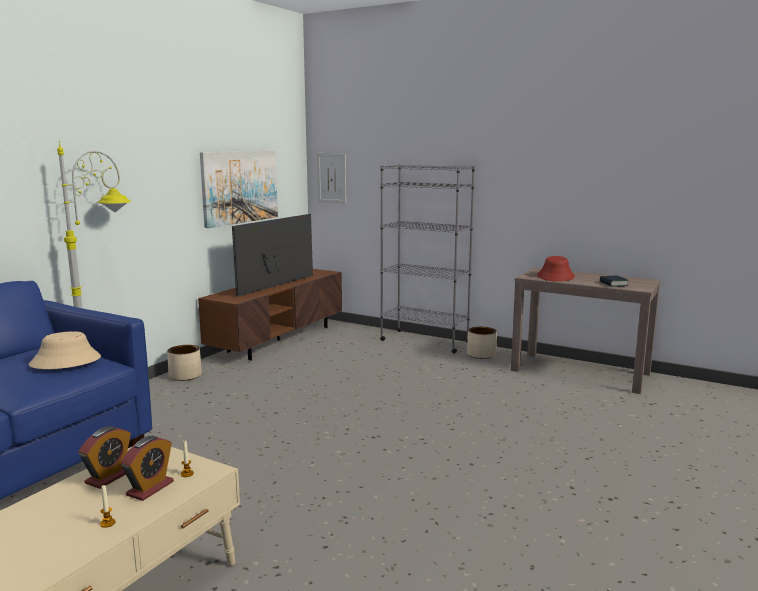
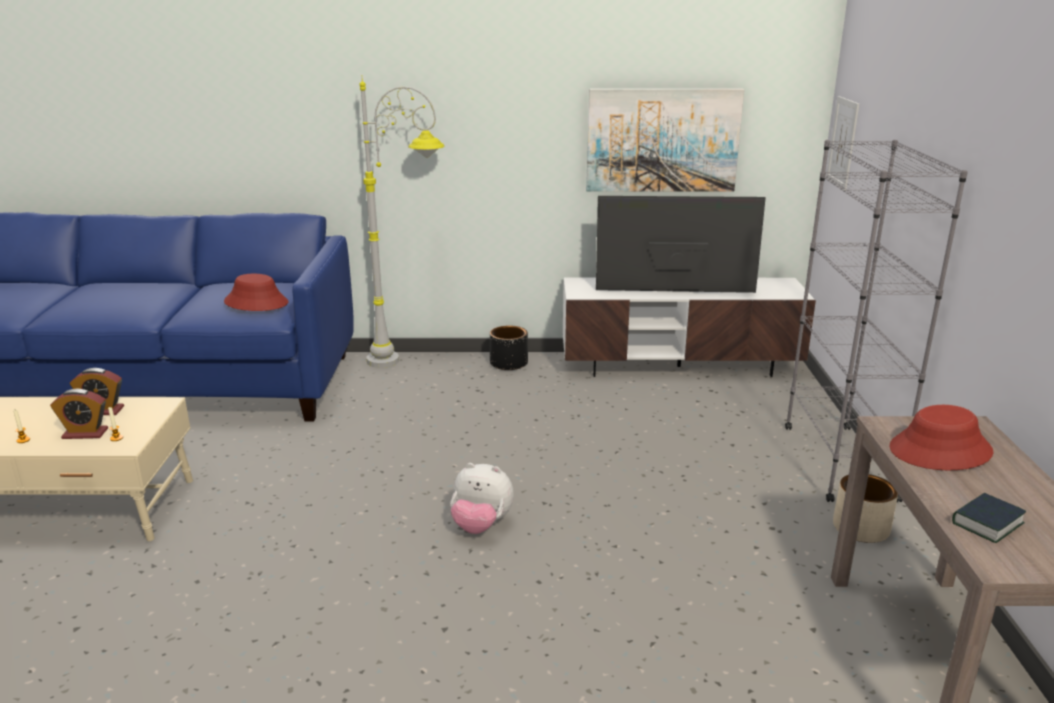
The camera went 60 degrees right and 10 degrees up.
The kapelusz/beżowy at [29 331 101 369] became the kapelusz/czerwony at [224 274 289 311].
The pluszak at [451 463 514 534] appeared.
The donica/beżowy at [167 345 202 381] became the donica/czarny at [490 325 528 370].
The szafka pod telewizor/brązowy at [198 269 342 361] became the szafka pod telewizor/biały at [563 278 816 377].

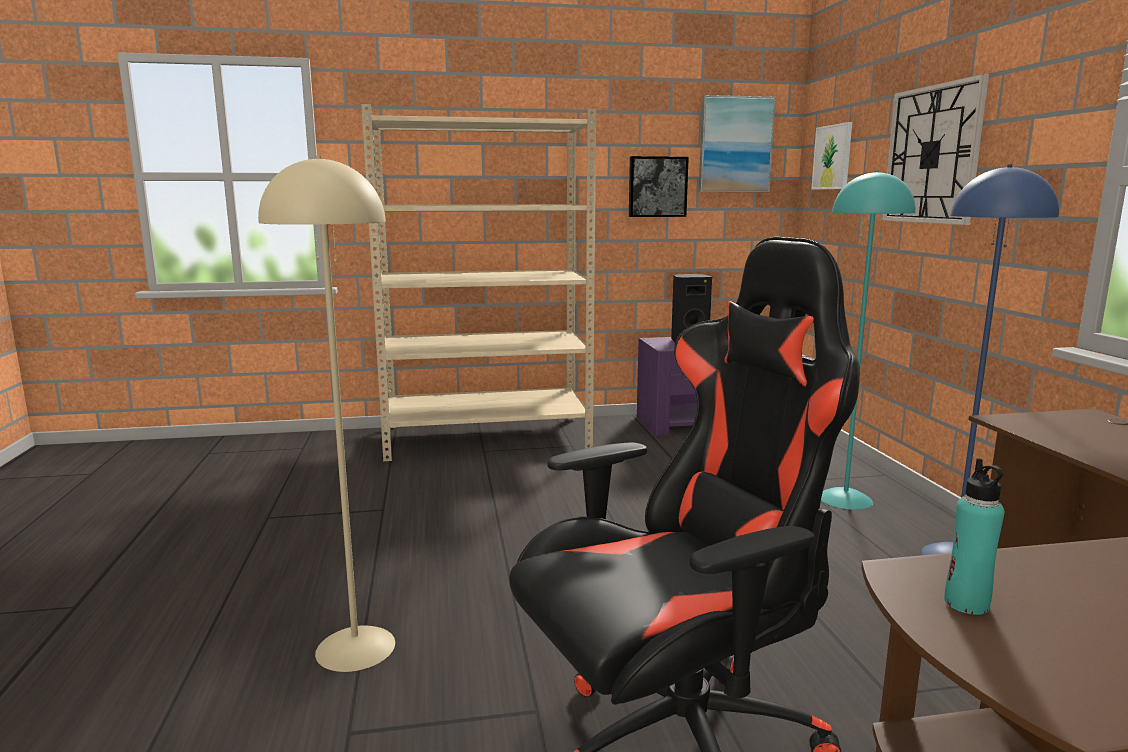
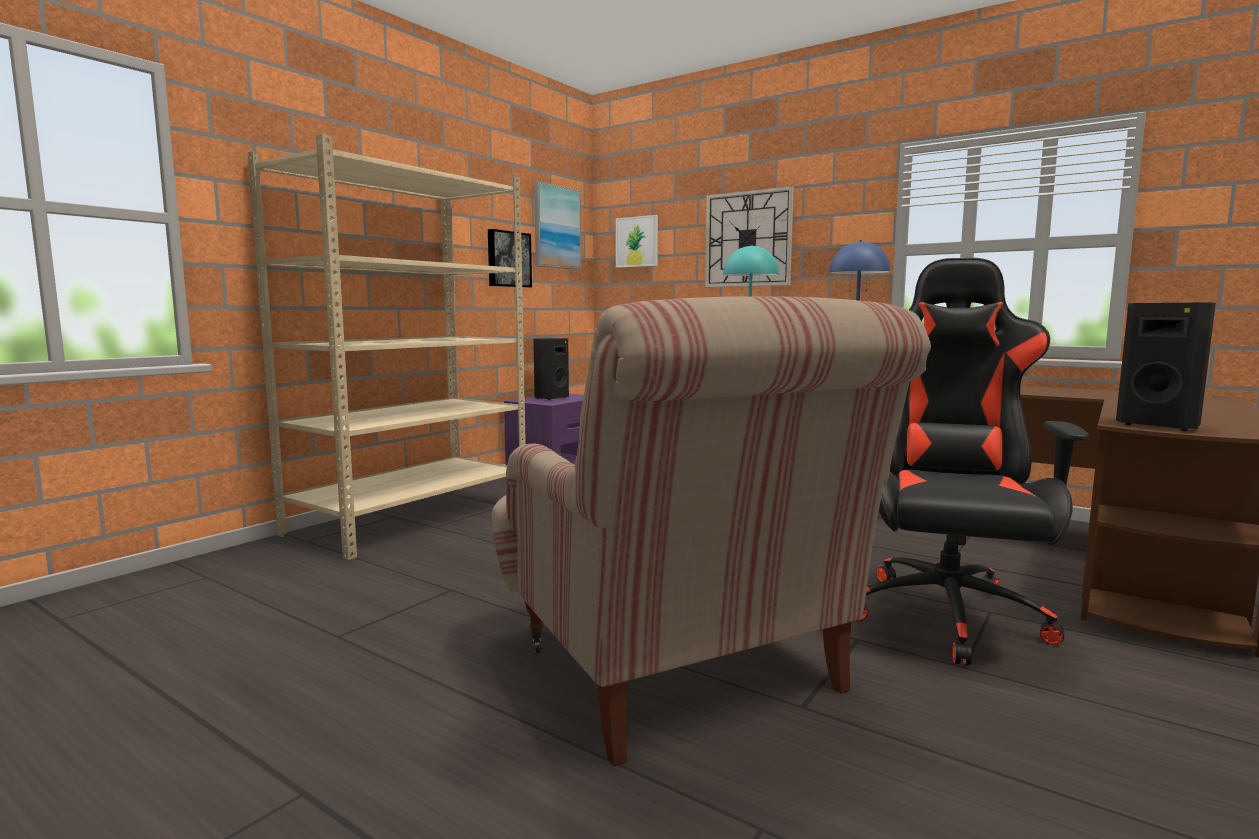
The camera went 45 degrees left and 5 degrees down.
The lampa stojąca/beżowy at [258 155 395 672] was replaced by the fotel/beżowy at [492 296 931 766].
The butelka/turkusowy at [944 458 1004 615] was replaced by the głośnik/czarny at [1116 303 1216 431].

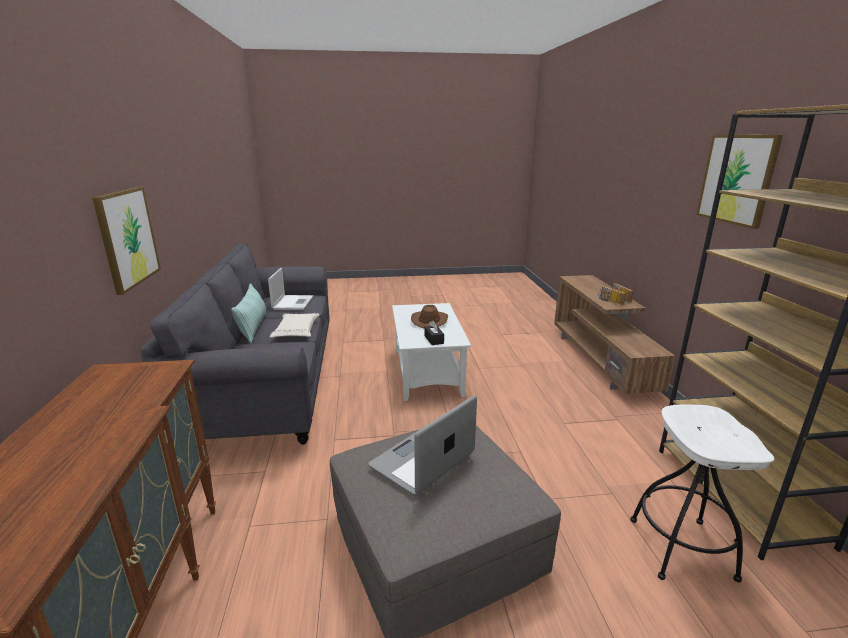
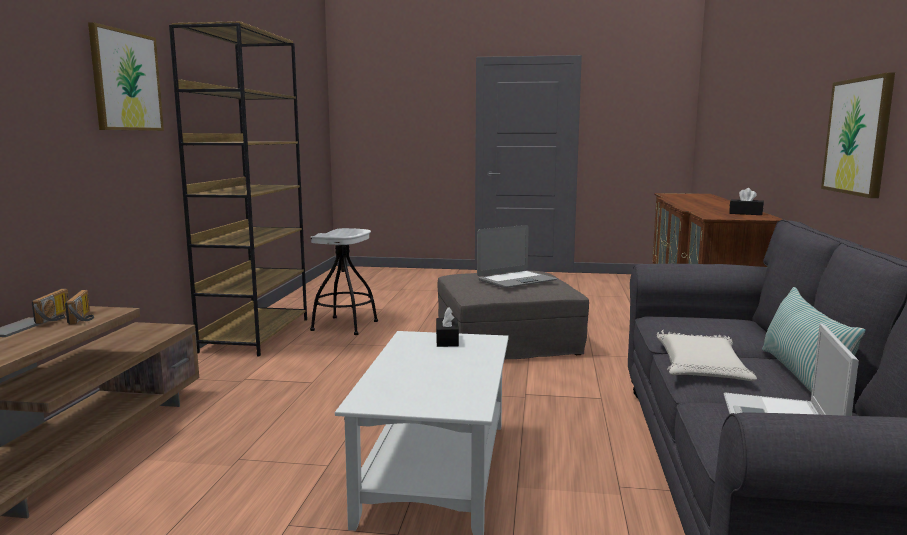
The camera went 165 degrees left and 10 degrees down.
The pudełko chusteczek/czarny at [729 188 764 215] appeared.
The kapelusz/brązowy at [411 305 448 329] disappeared.

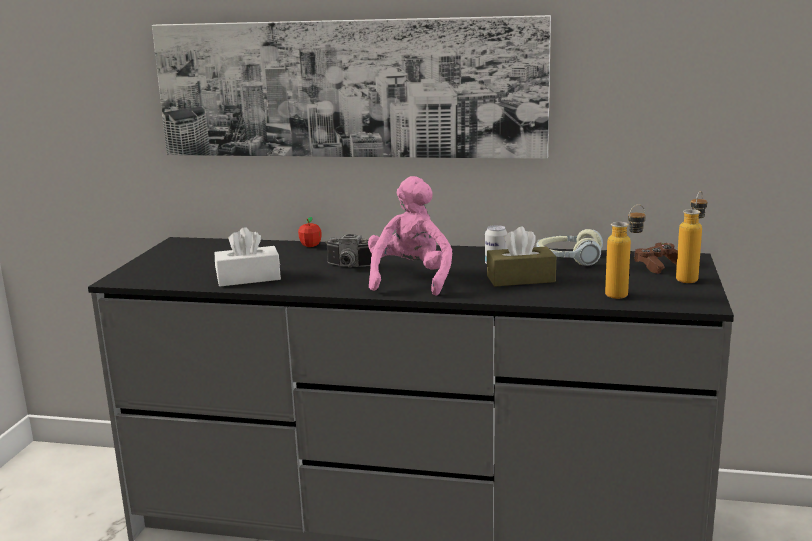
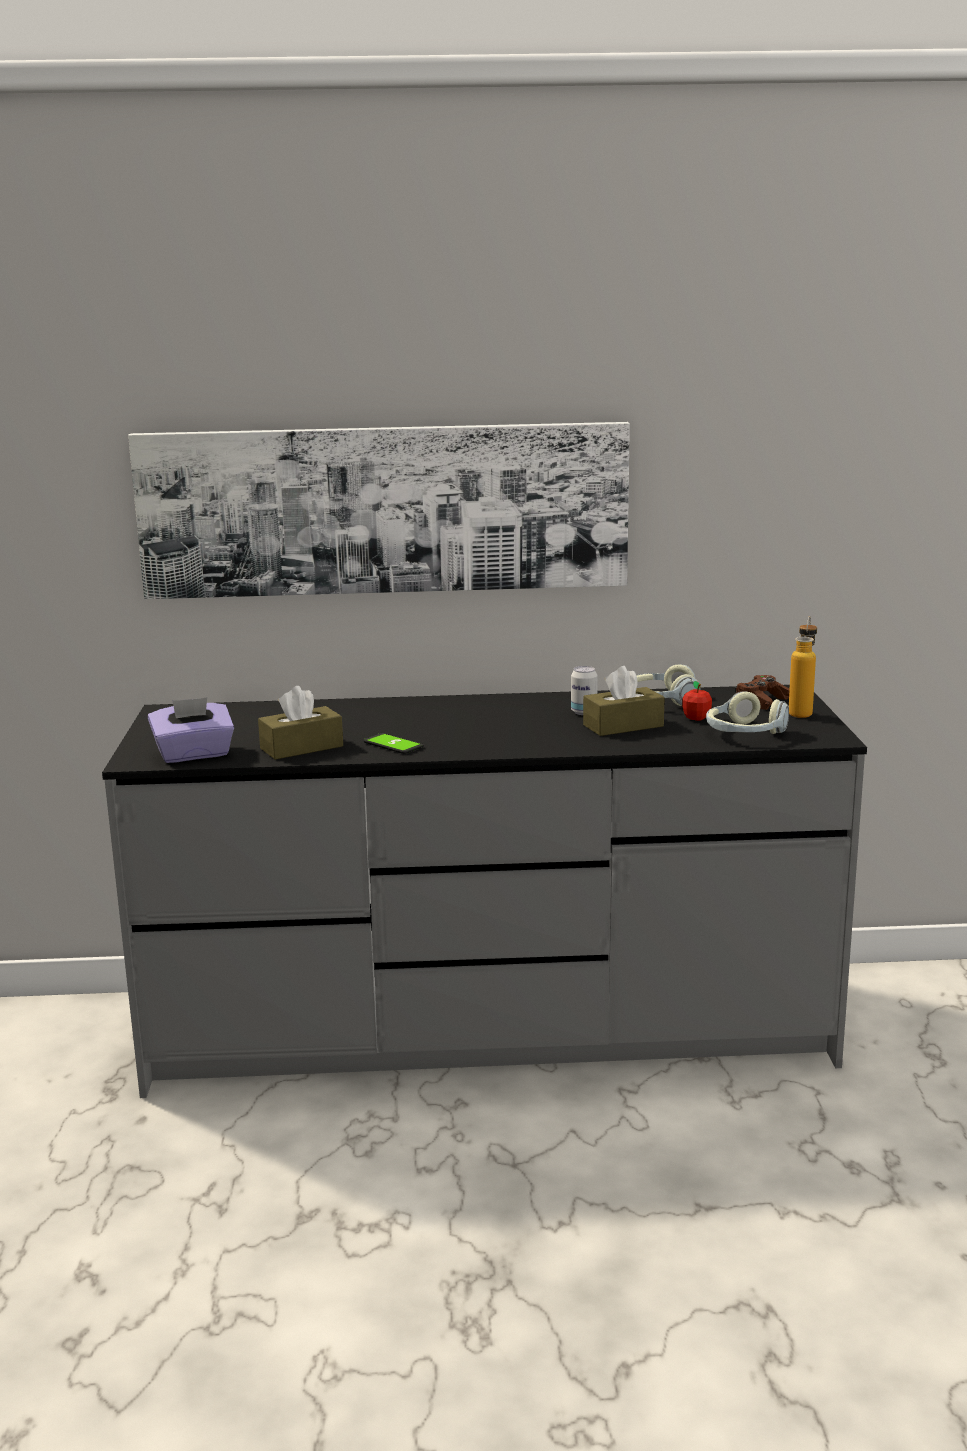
The camera went 15 degrees left and 0 degrees up.
The pudełko chusteczek/fioletowy at [148 697 234 763] appeared.
The pudełko chusteczek/biały at [215 227 281 287] became the pudełko chusteczek/brązowy at [258 686 343 760].
The telefon at [363 733 424 754] appeared.
The jabłko moved from [298 217 322 247] to [682 681 712 721].
The butelka at [605 204 645 299] was replaced by the słuchawki at [706 691 789 734].
The aparat fotograficzny at [325 234 372 268] disappeared.
The pluszak/różowy at [368 176 452 296] disappeared.

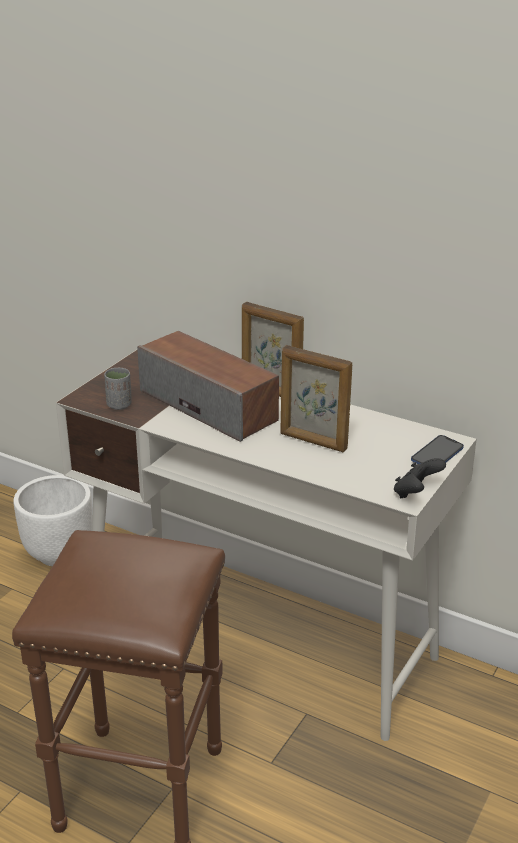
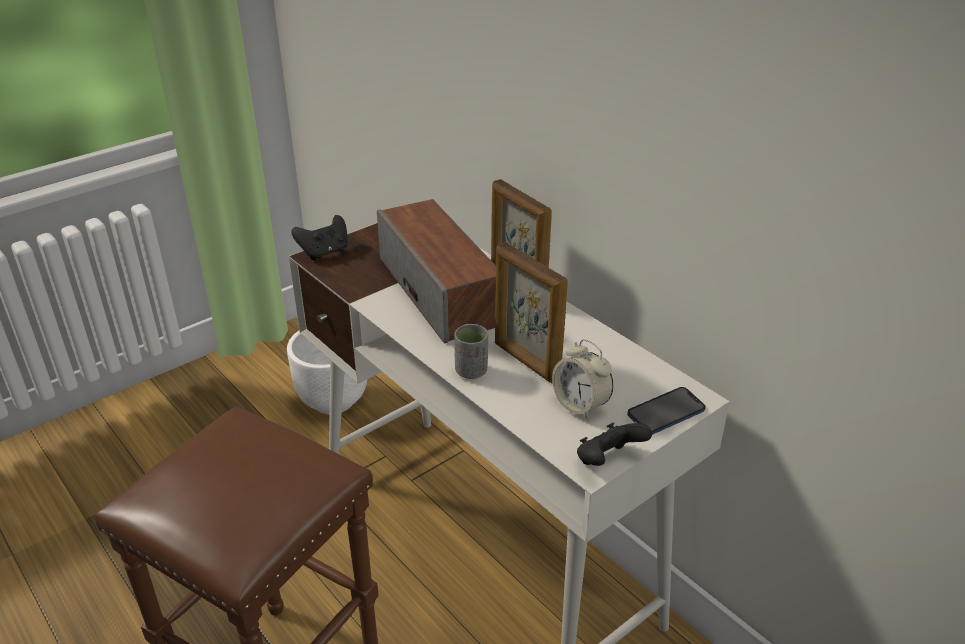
The camera went 20 degrees right and 5 degrees up.
The pad do gier/czarny at [291 215 348 260] appeared.
The filiżanka/szary moved from [104 368 132 410] to [454 324 488 379].
The budzik at [552 339 613 420] appeared.

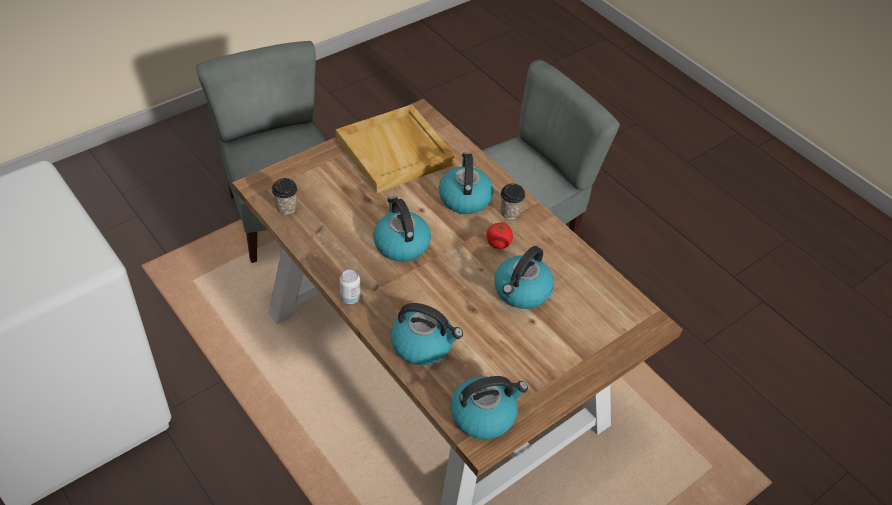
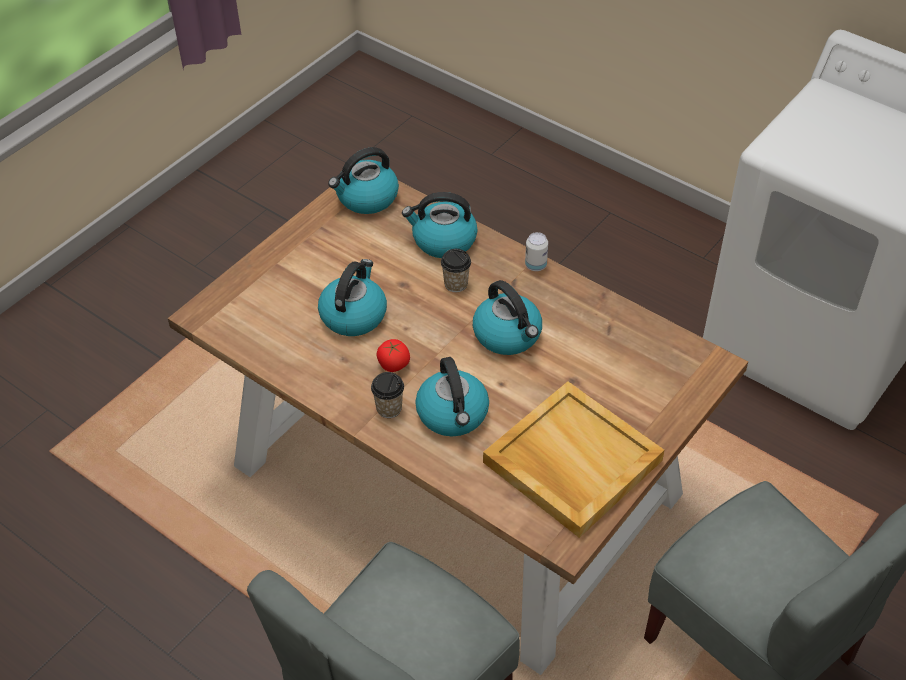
The camera went 170 degrees right and 0 degrees up.
The filiżanka moved from [272 178 298 215] to [441 249 471 292].

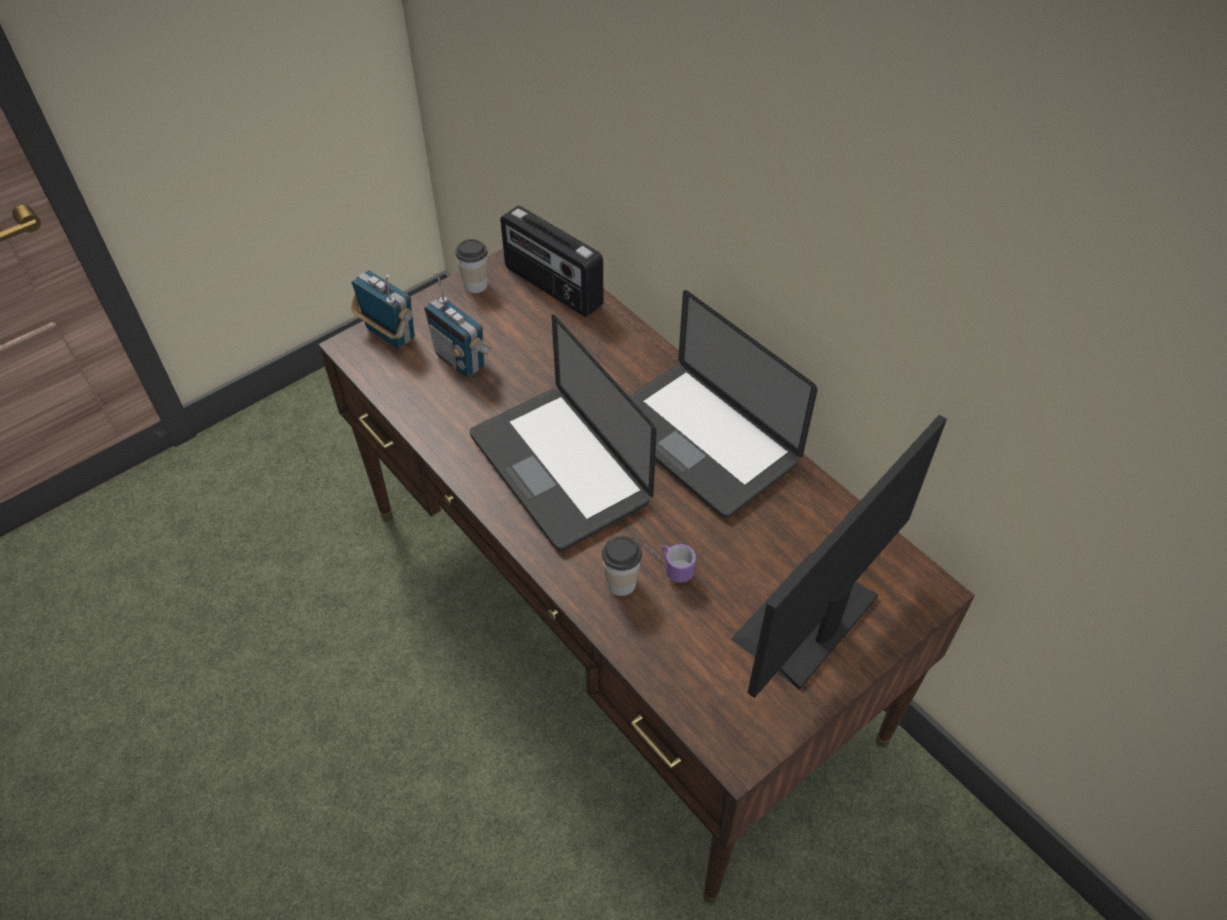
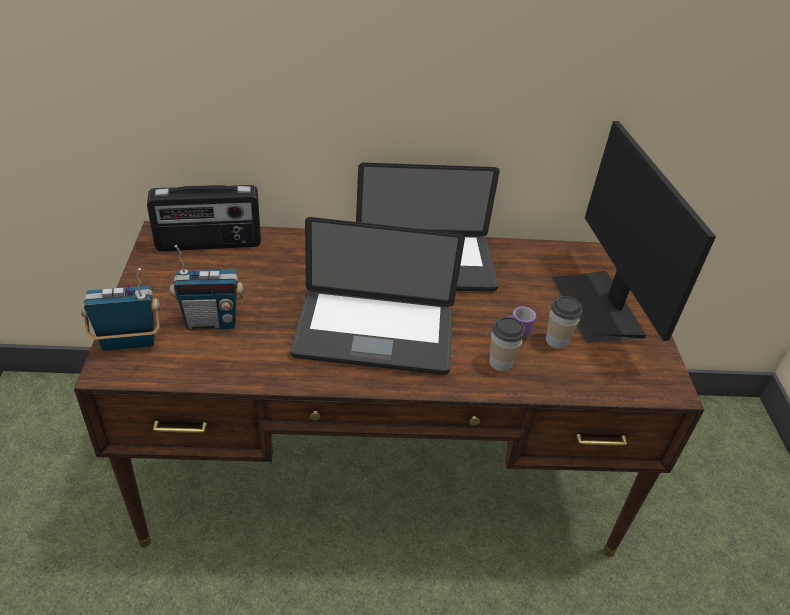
The camera went 55 degrees left and 10 degrees down.
The filiżanka moved from [455 239 488 293] to [546 296 583 349].

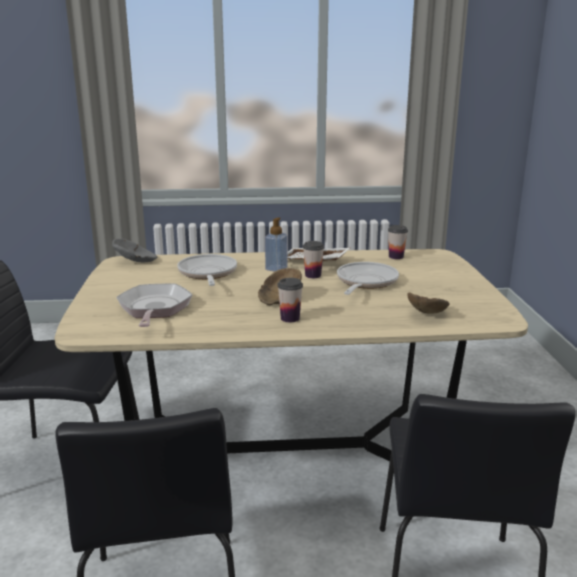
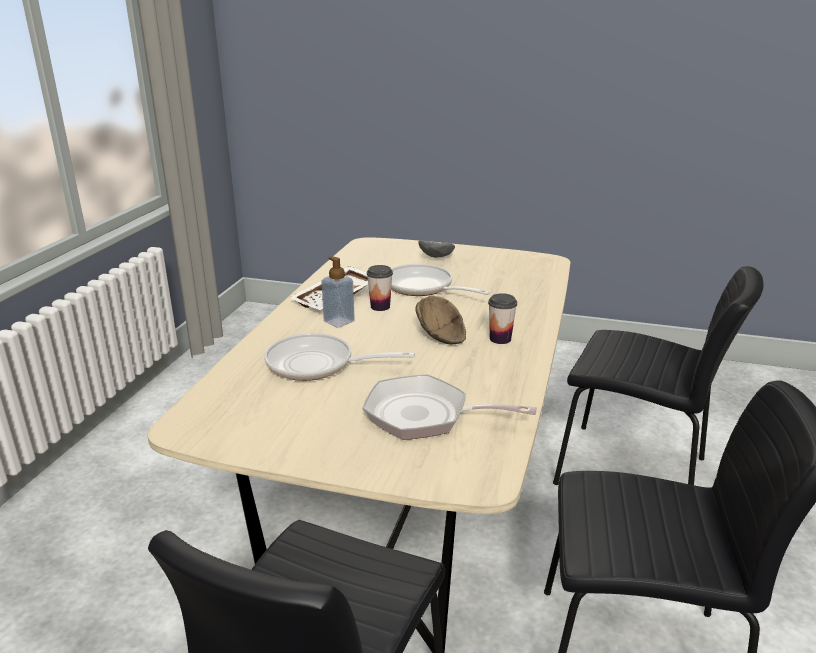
The camera went 70 degrees left and 5 degrees up.
The miska/szary moved from [112 238 158 262] to [418 240 455 257].
The filiżanka at [388 225 408 259] disappeared.
The miska/brązowy at [407 292 450 314] disappeared.

